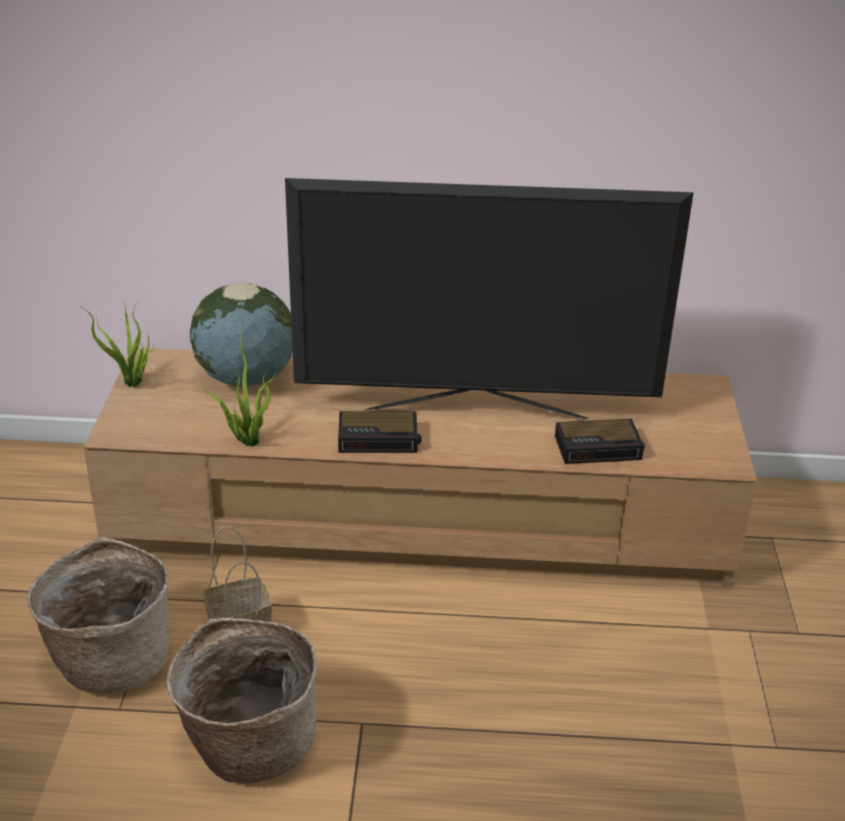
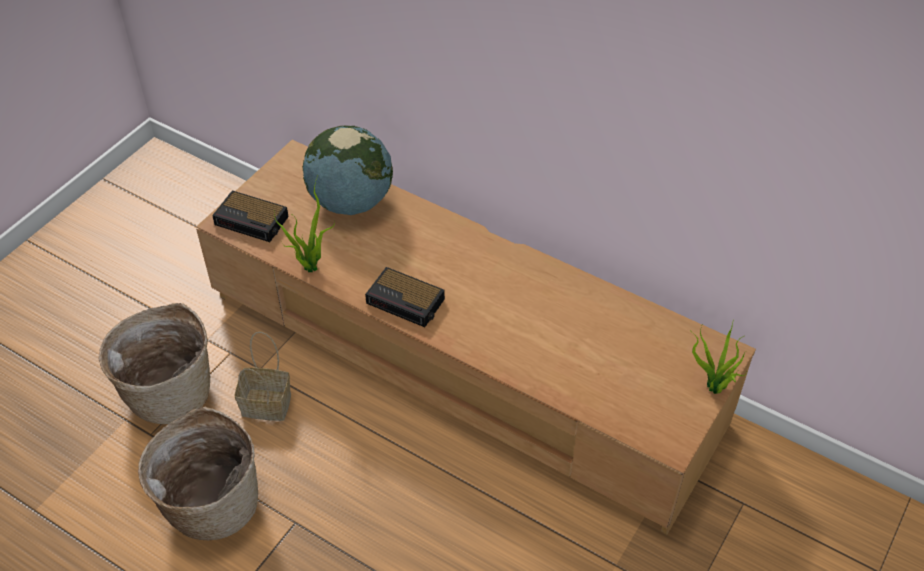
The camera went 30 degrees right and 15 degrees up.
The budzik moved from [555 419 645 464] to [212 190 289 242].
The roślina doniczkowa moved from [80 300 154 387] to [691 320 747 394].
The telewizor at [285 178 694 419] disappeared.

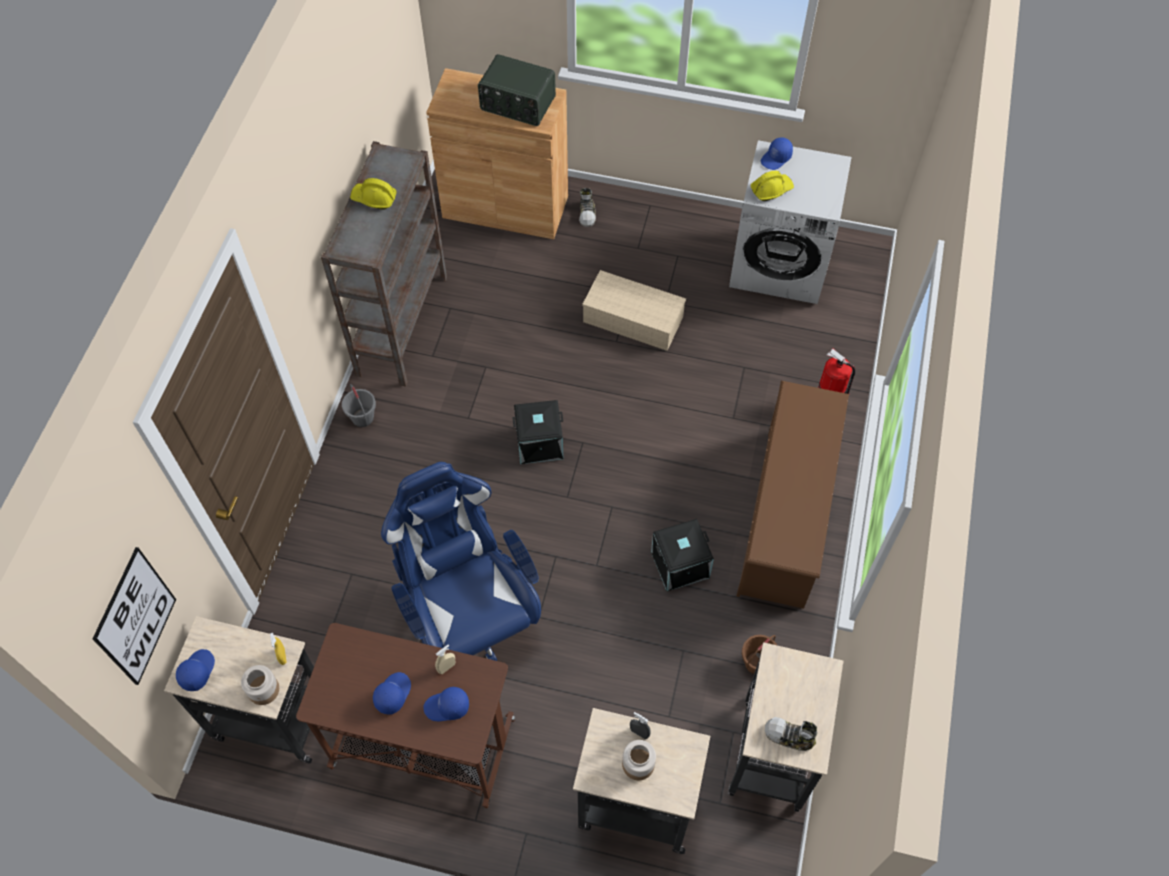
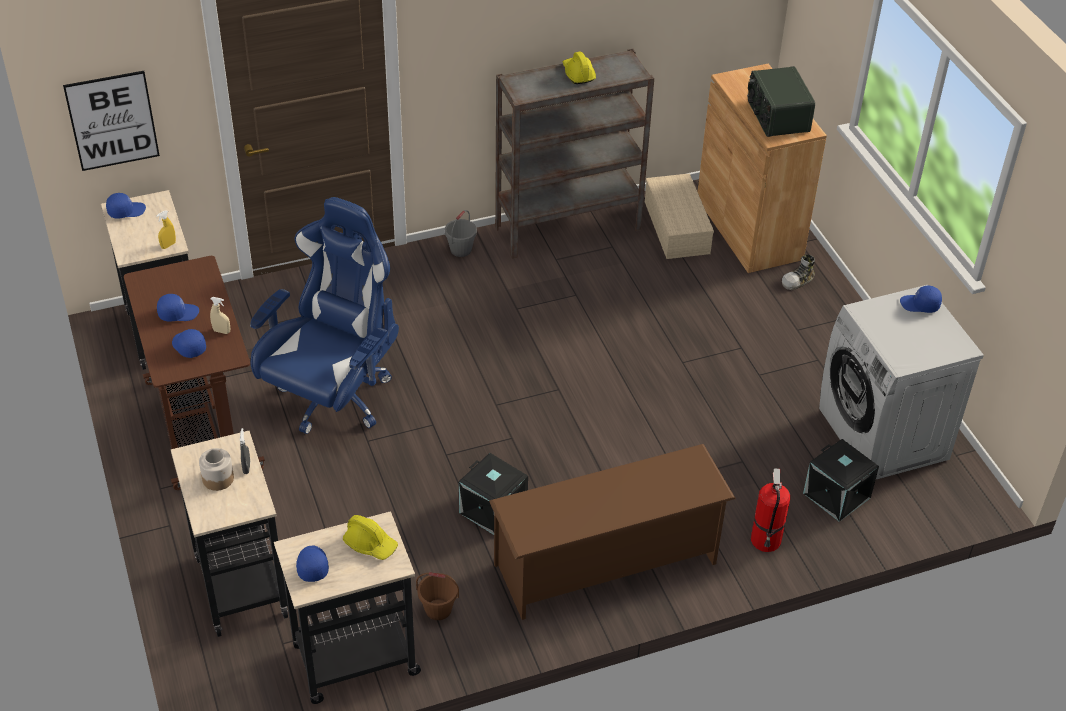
The camera went 55 degrees right and 15 degrees down.
The but at [765 717 817 751] was replaced by the czapka z daszkiem/niebieski at [296 546 329 582].
The kask/żółty moved from [751 171 794 201] to [343 515 398 560].
The pojemnik do przechowywania/beżowy moved from [582 270 686 351] to [645 173 714 259].
The pojemnik do przechowywania/czarny moved from [512 400 563 464] to [803 439 879 522].
The słoik at [241 665 279 705] disappeared.

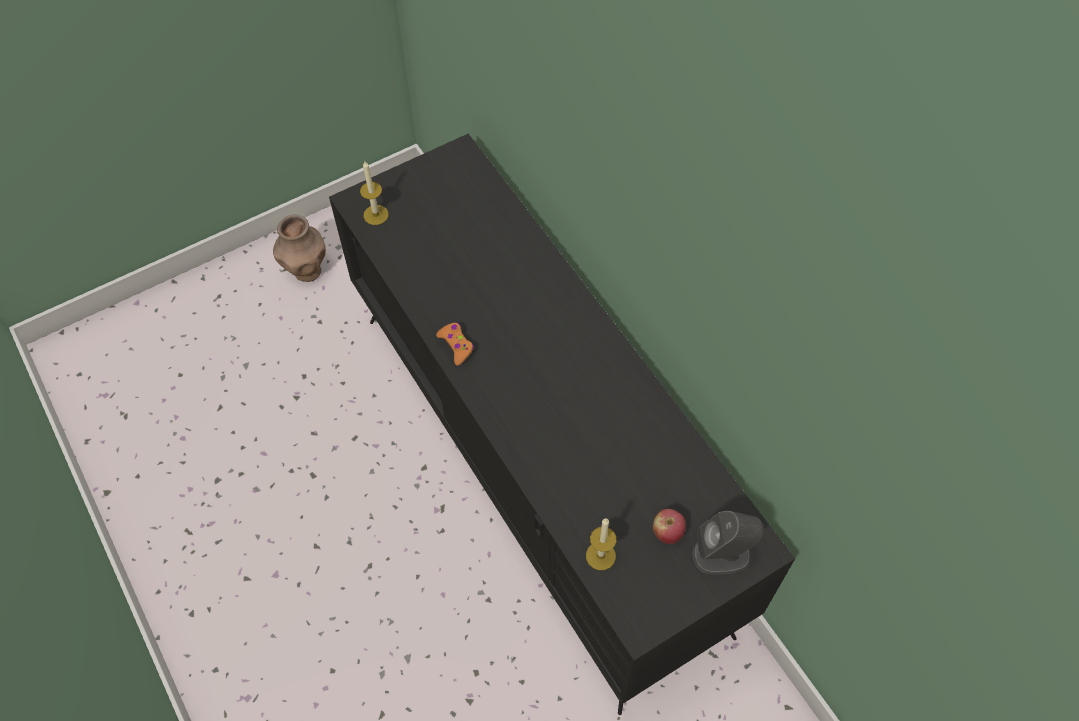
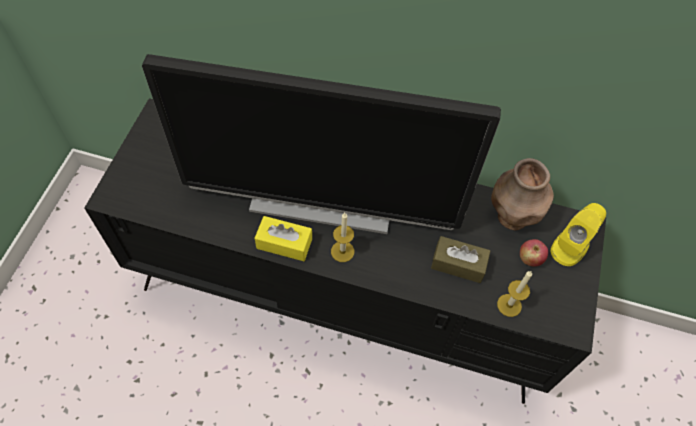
The camera went 45 degrees left and 0 degrees up.
The telewizor at [142 54 501 234] appeared.
The pad do gier/pomarańczowy at [436 323 474 366] was replaced by the pudełko chusteczek/żółty at [255 216 312 261].
The świeca moved from [360 161 389 225] to [331 213 354 262].
The pudełko chusteczek/brązowy at [431 236 490 283] appeared.
The wazon/brązowy moved from [273 215 326 282] to [491 158 554 230].
The głośnik/szary at [692 511 764 575] became the głośnik/żółty at [551 203 606 266].

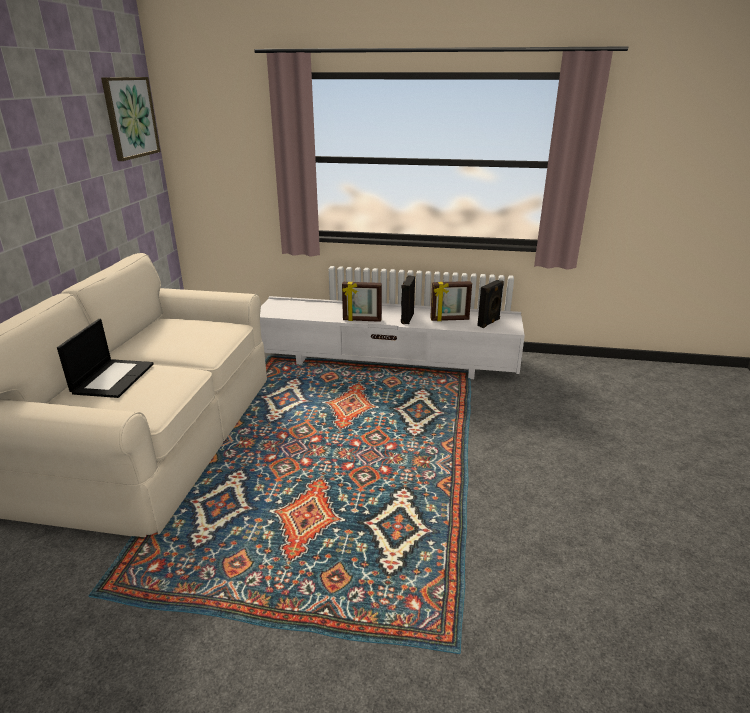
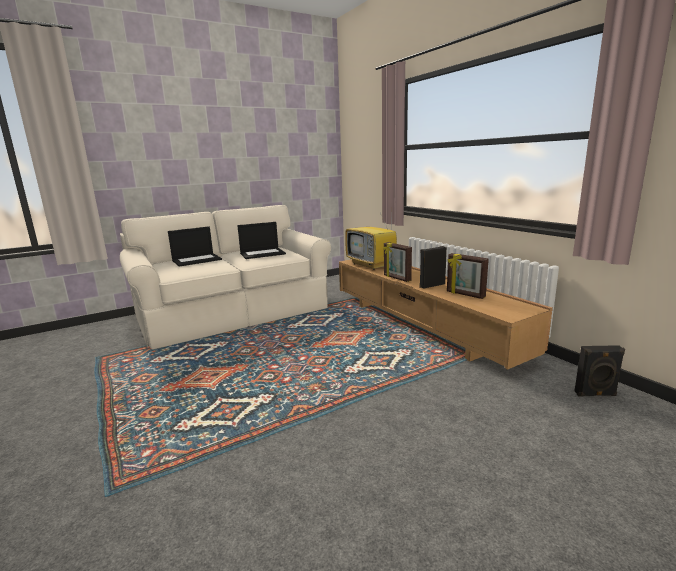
The camera went 50 degrees right and 10 degrees down.
The laptop at [237 222 286 259] appeared.
The szafka pod telewizor/biały at [260 296 525 379] became the szafka pod telewizor/brązowy at [339 259 553 370].
The telewizor at [345 213 397 270] appeared.
The głośnik/czarny moved from [477 280 504 328] to [574 345 625 396].
The obraz at [101 77 161 161] disappeared.

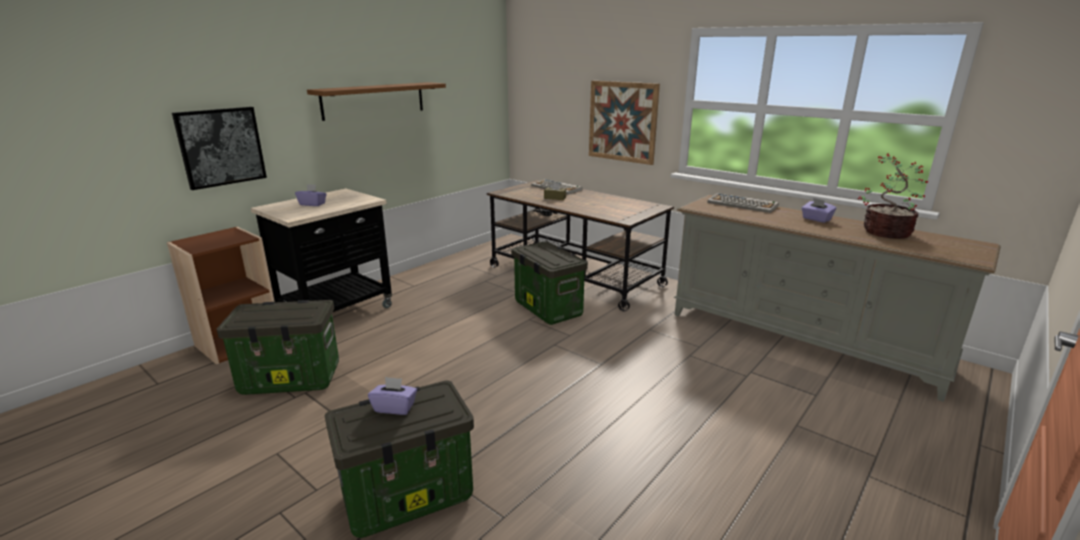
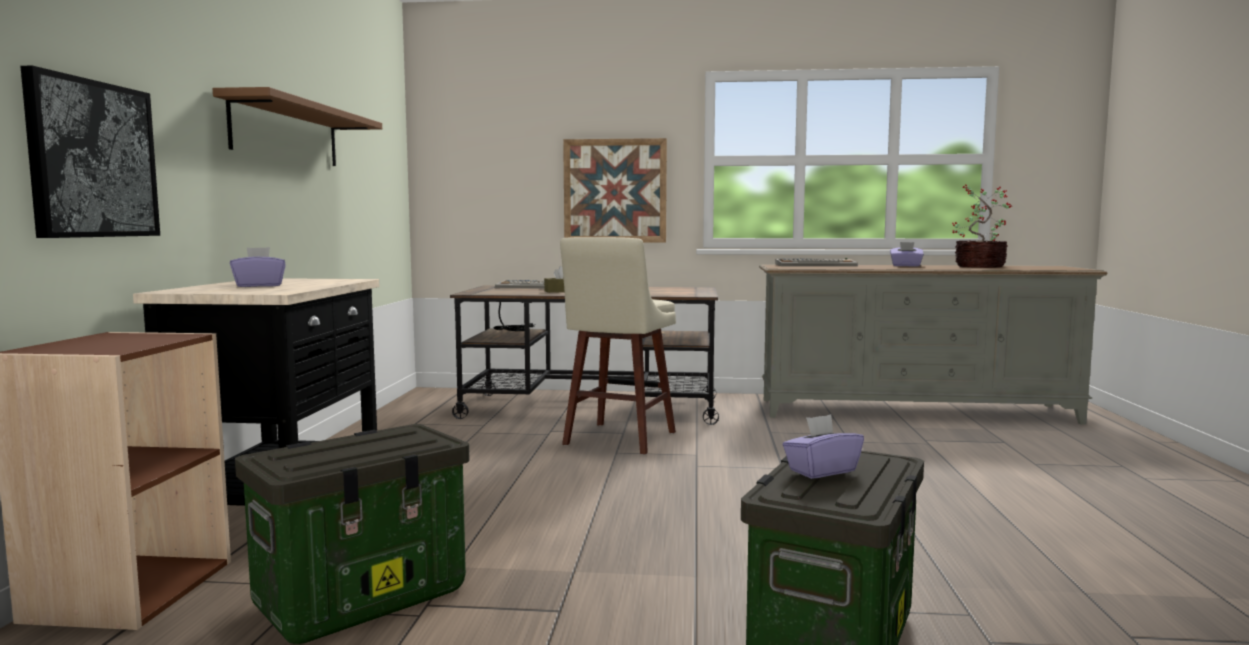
The camera went 35 degrees left and 15 degrees down.
The pojemnik do przechowywania at [512 241 588 325] was replaced by the stołek/beżowy at [560 237 676 455].

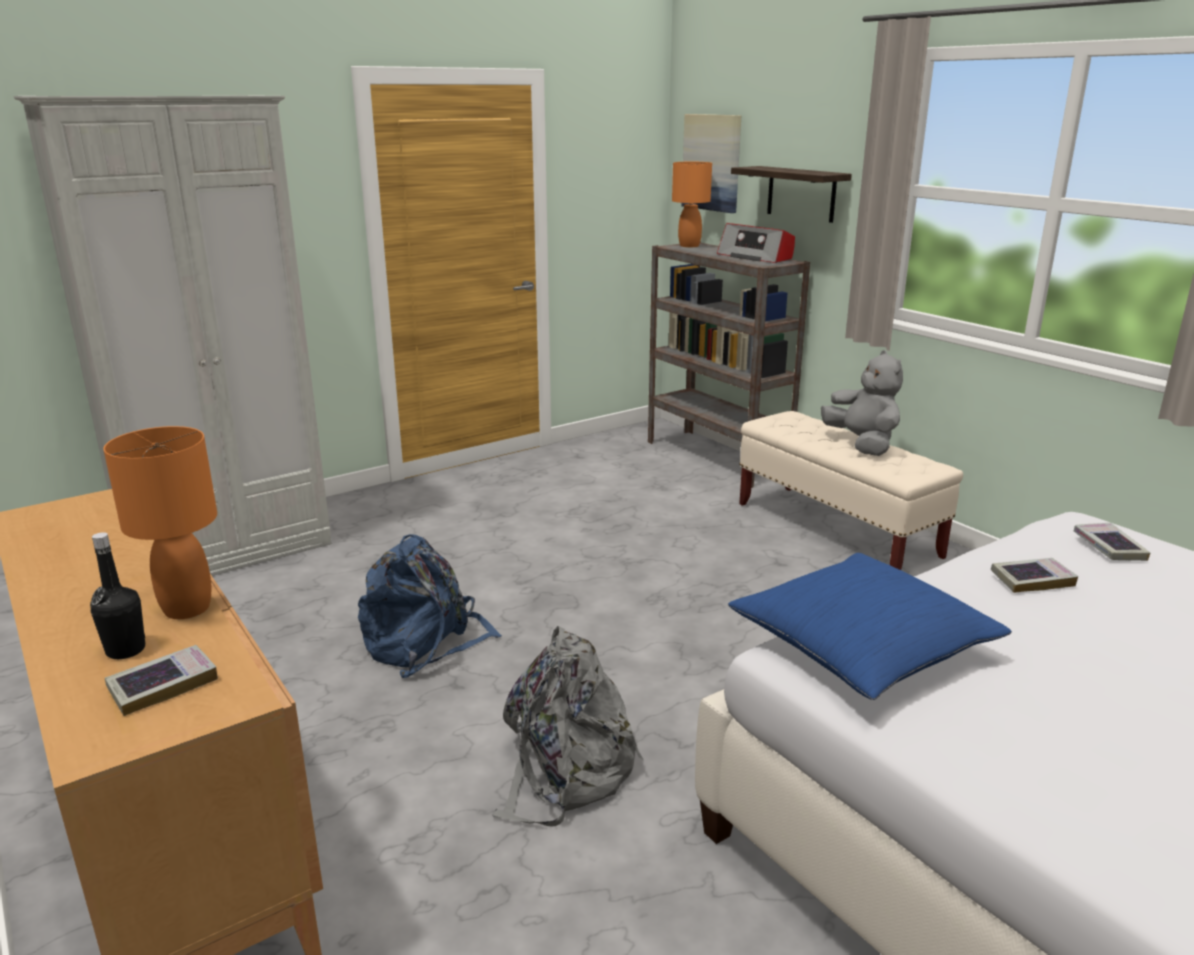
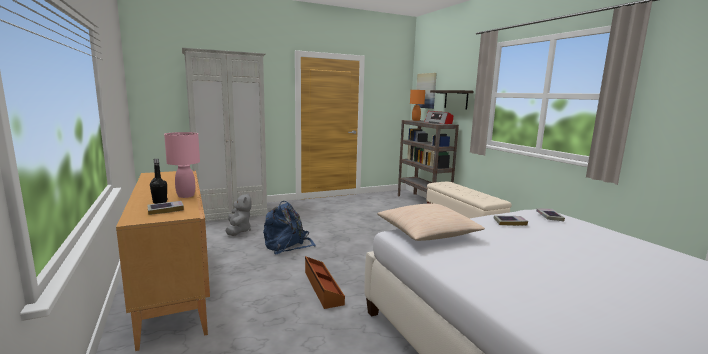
The camera went 10 degrees right and 10 degrees down.
The lampa stołowa/pomarańczowy at [103 426 217 619] became the lampa stołowa/różowy at [164 132 200 198].
The pluszak/szary moved from [821 350 903 456] to [225 193 252 236].
The plecak/szary at [492 626 643 826] was replaced by the pojemnik do przechowywania/brązowy at [305 256 345 309].
The poduszka/niebieski at [728 553 1012 700] became the poduszka/beżowy at [377 204 485 241].

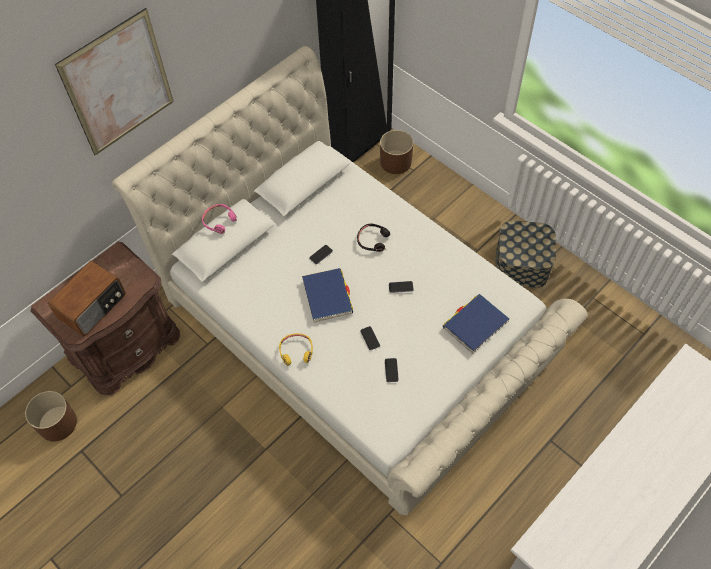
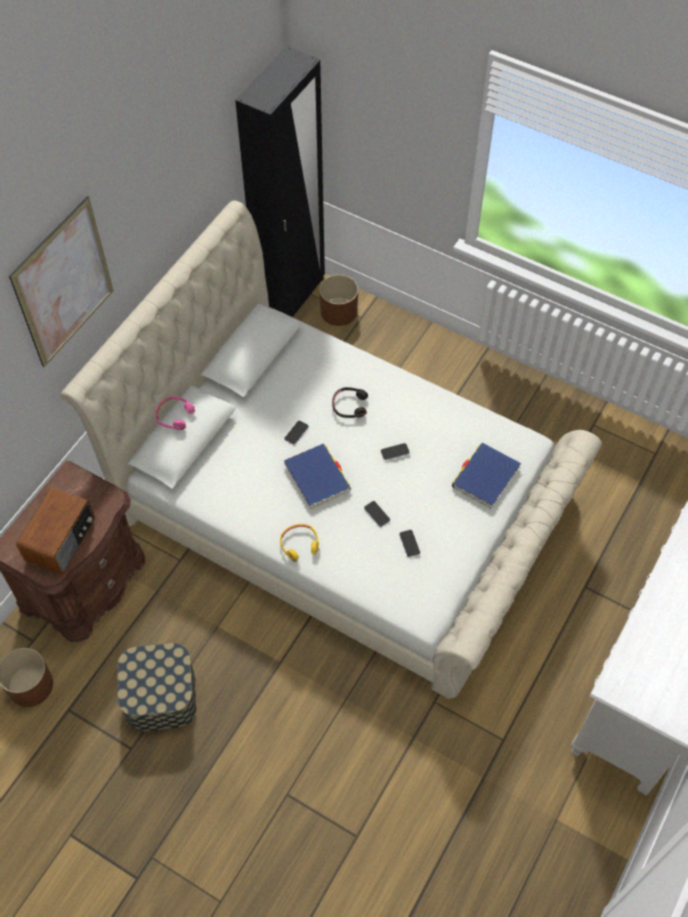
The camera went 15 degrees left and 0 degrees up.
The pojemnik do przechowywania moved from [495 220 556 288] to [118 643 196 731].

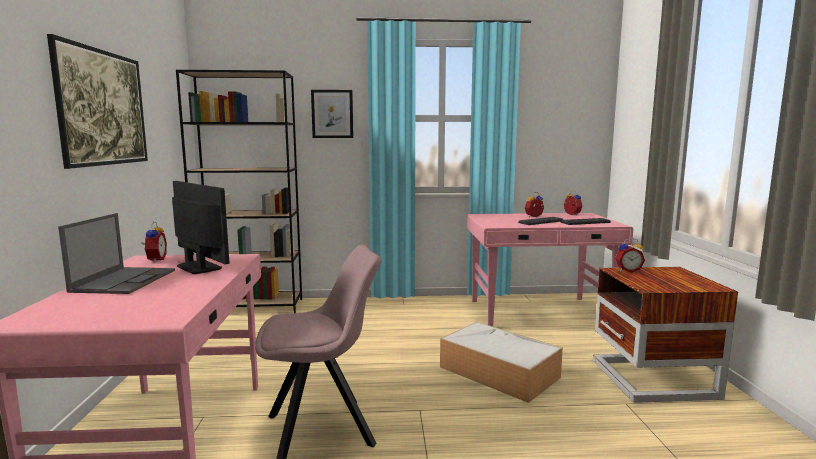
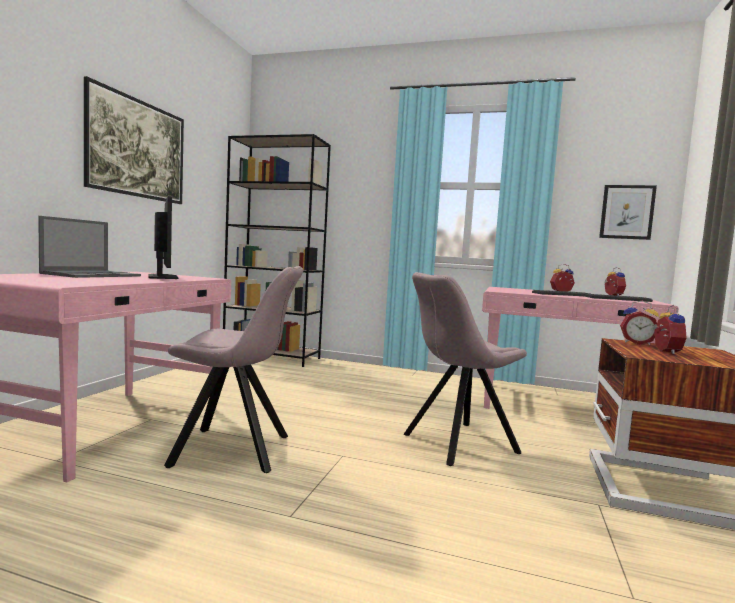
The camera went 20 degrees right and 5 degrees down.
The pojemnik do przechowywania at [440 322 563 403] was replaced by the krzesło/różowy at [404 272 527 466].
The obraz moved from [311 90 353 138] to [599 185 657 240].
The budzik moved from [142 222 167 263] to [652 305 687 354].

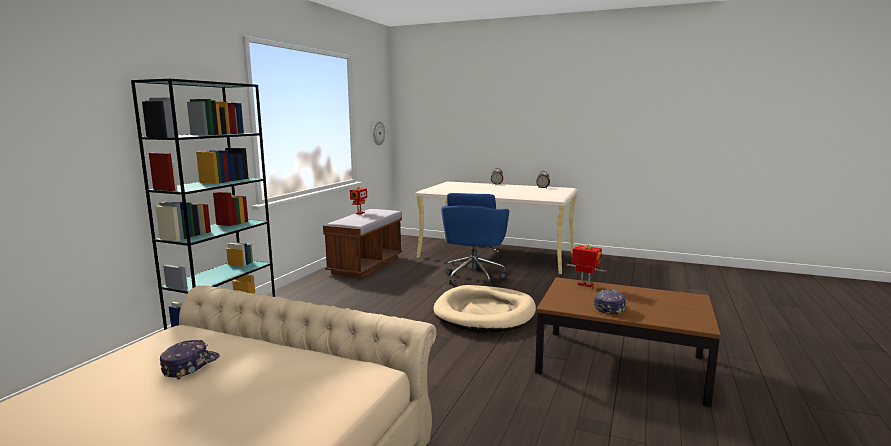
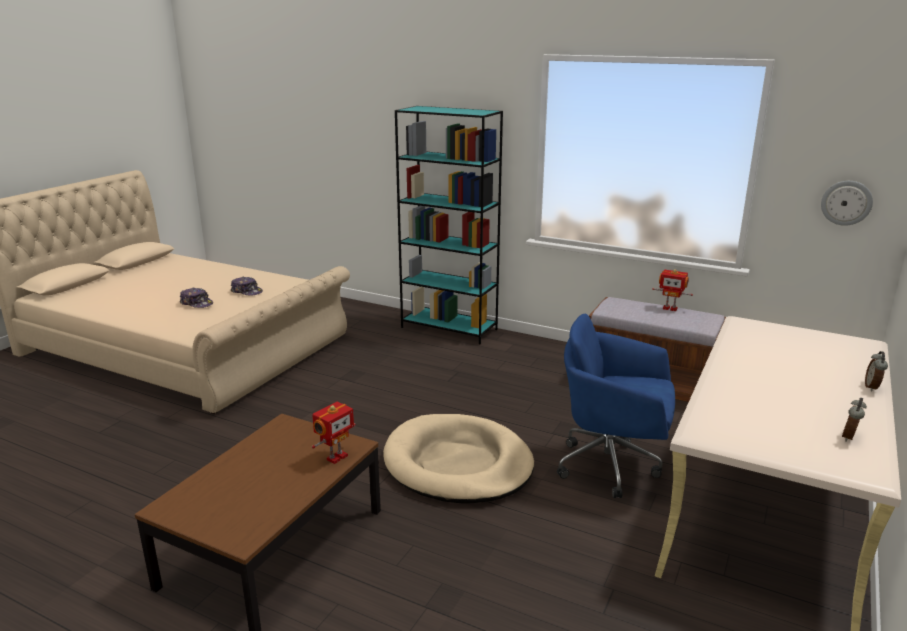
The camera went 95 degrees right and 10 degrees up.
The czapka z daszkiem moved from [594 289 627 316] to [180 287 213 308].

